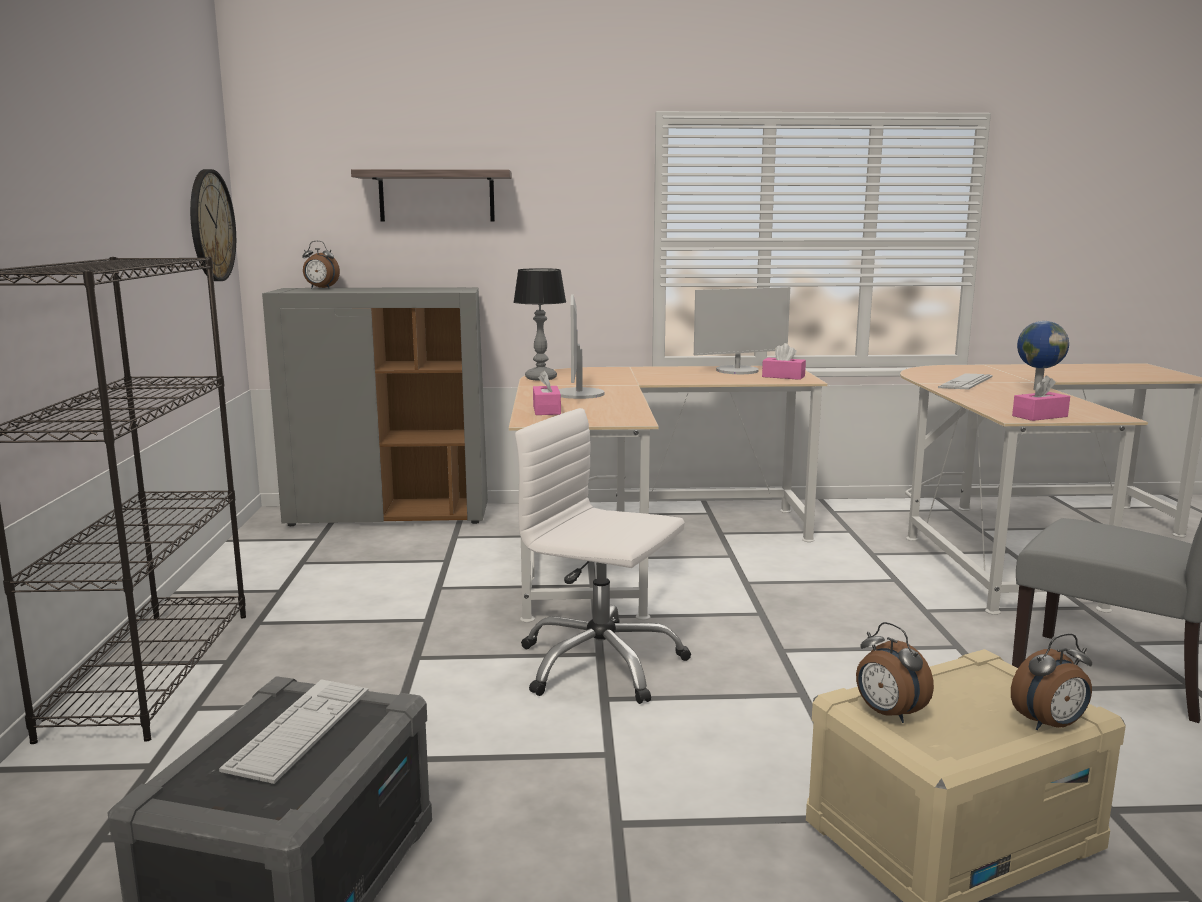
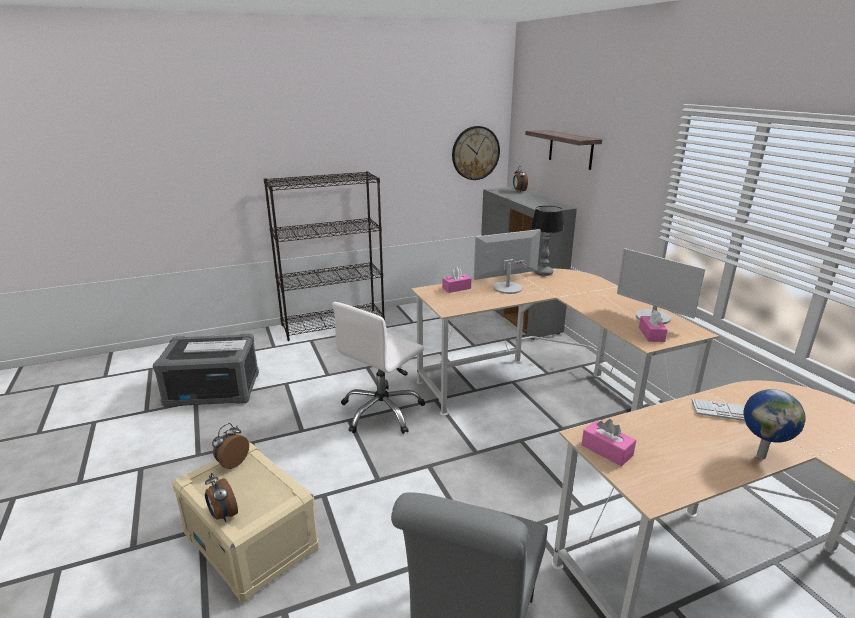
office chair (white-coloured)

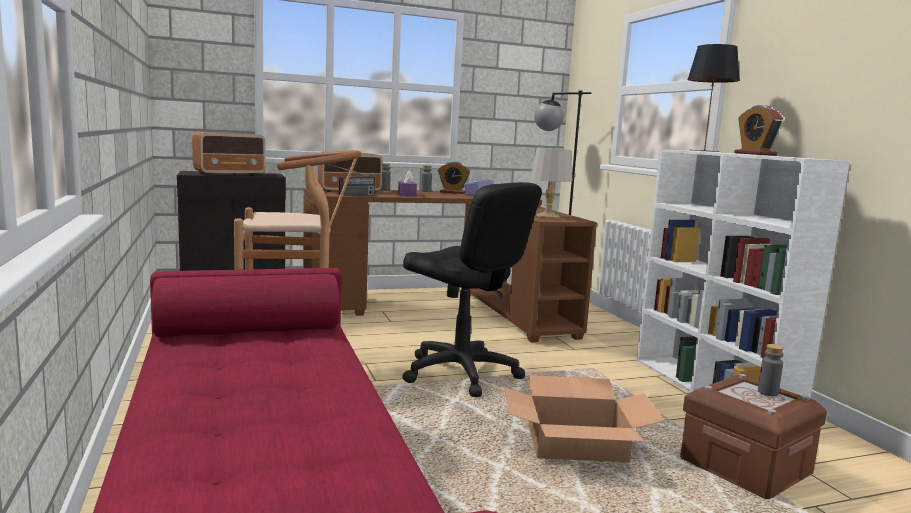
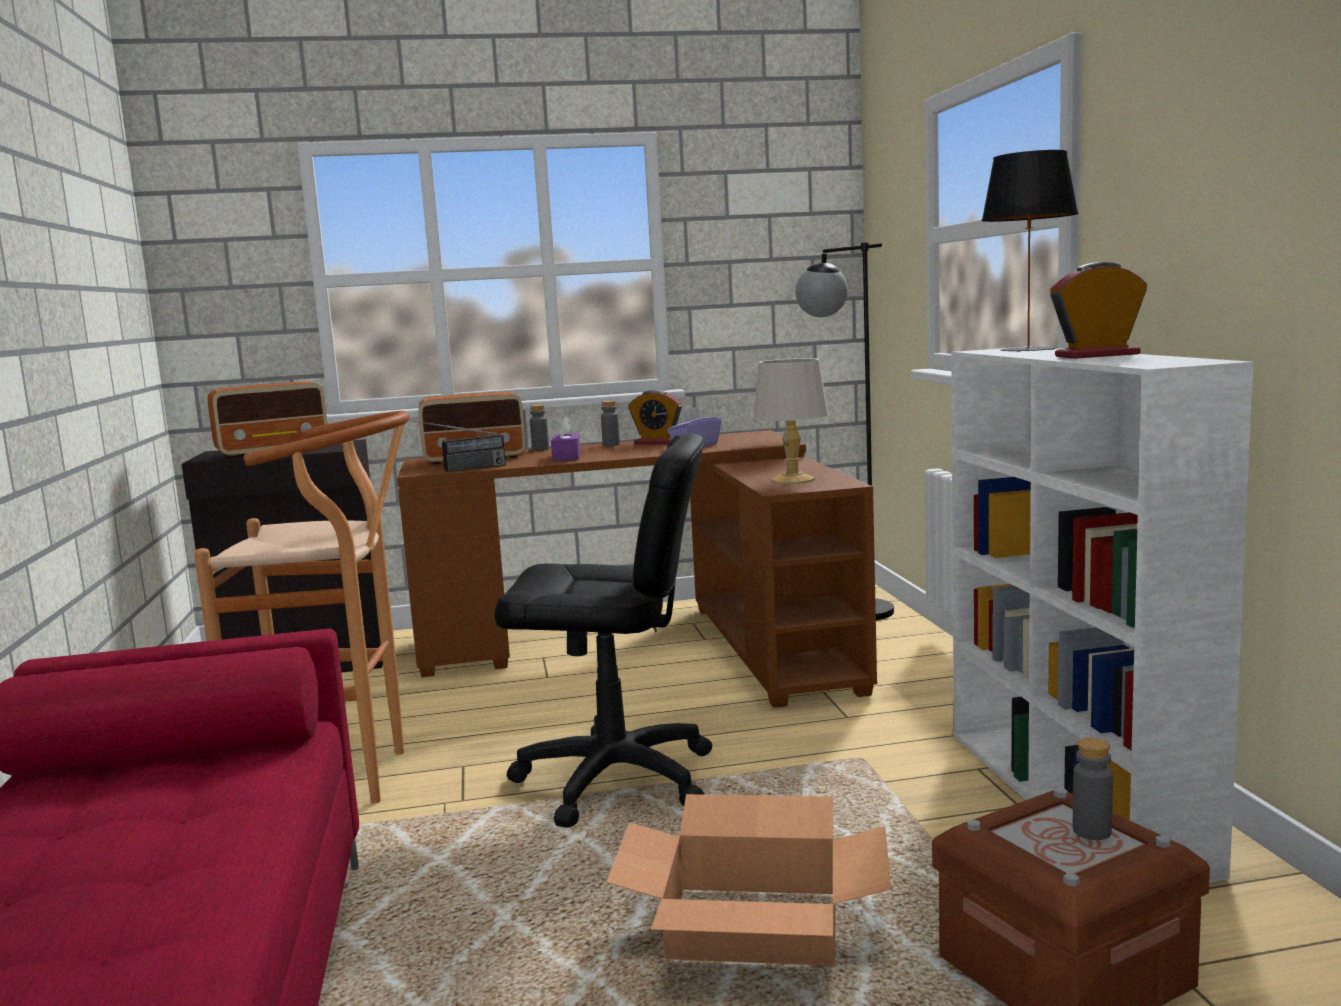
office chair (black)
alarm clock (no. 2 from left)

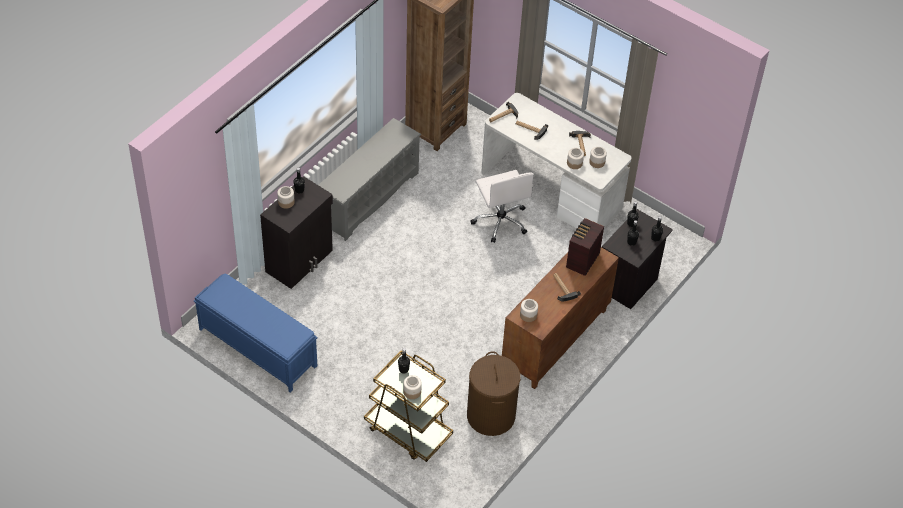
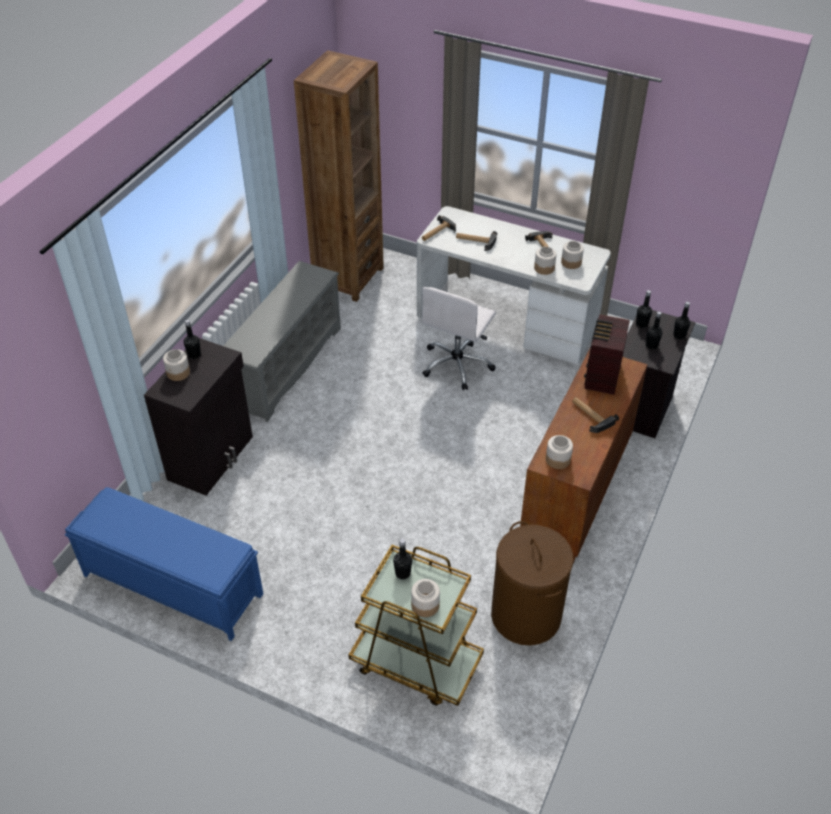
office chair (white-coloured)

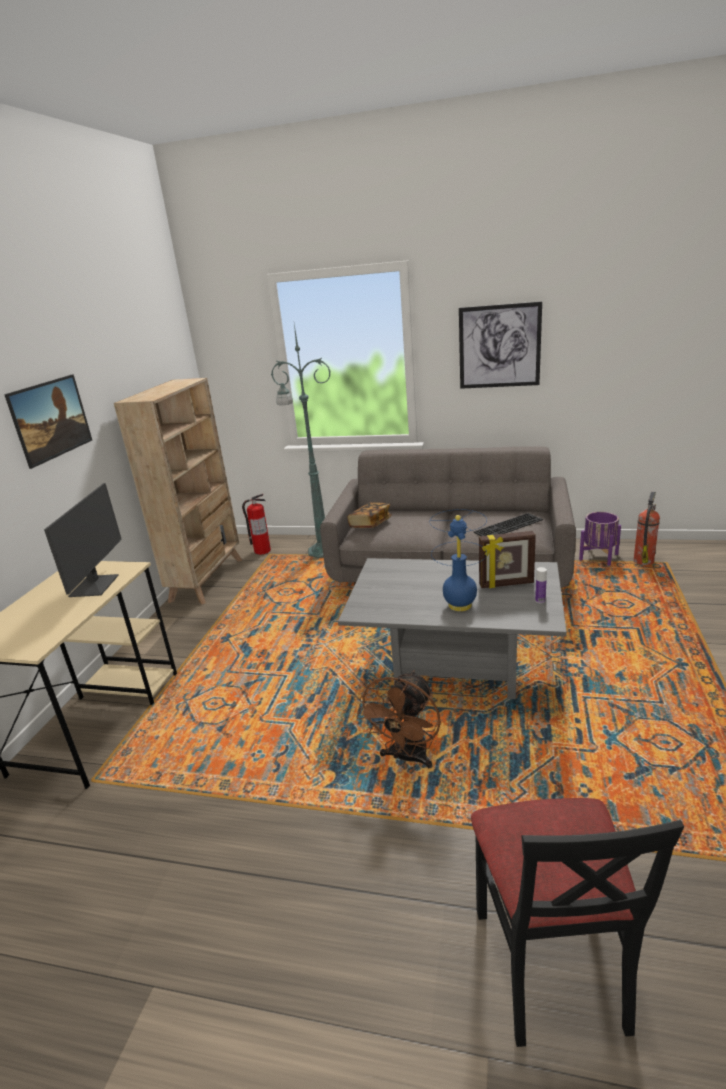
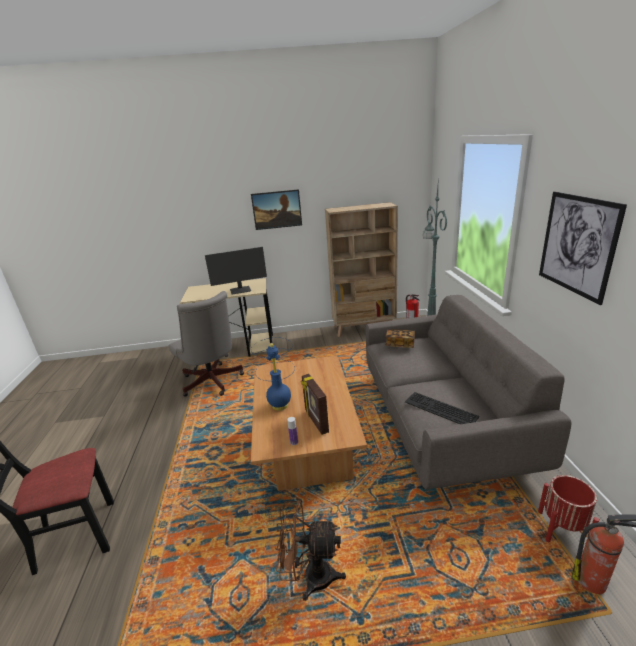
office chair (greyish)
coffee table (brown)
electric fan (brown)
planter (red)

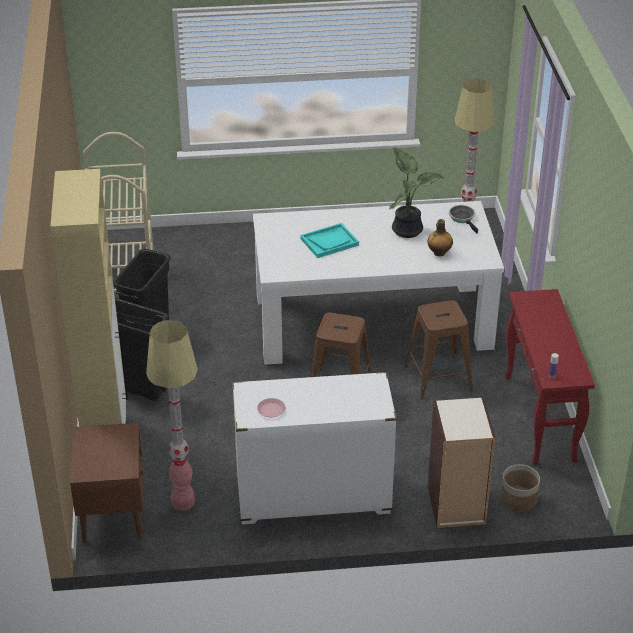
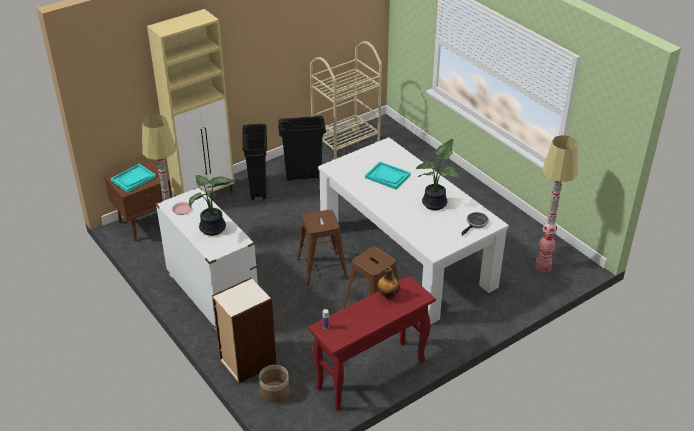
carrying tray (blue-green) (no. 1 from left)
plant in a pot (no. 1 from left)
bottle (no. 2 from left)

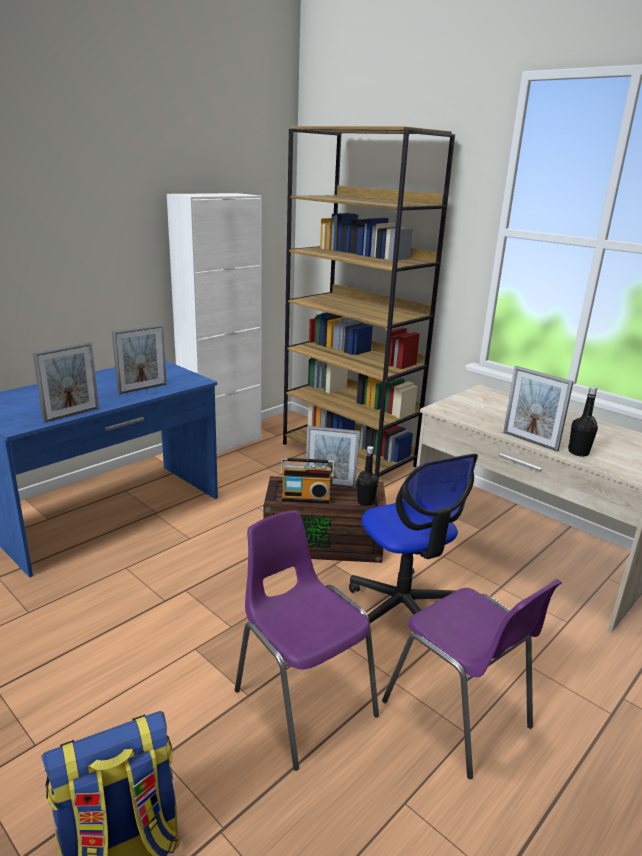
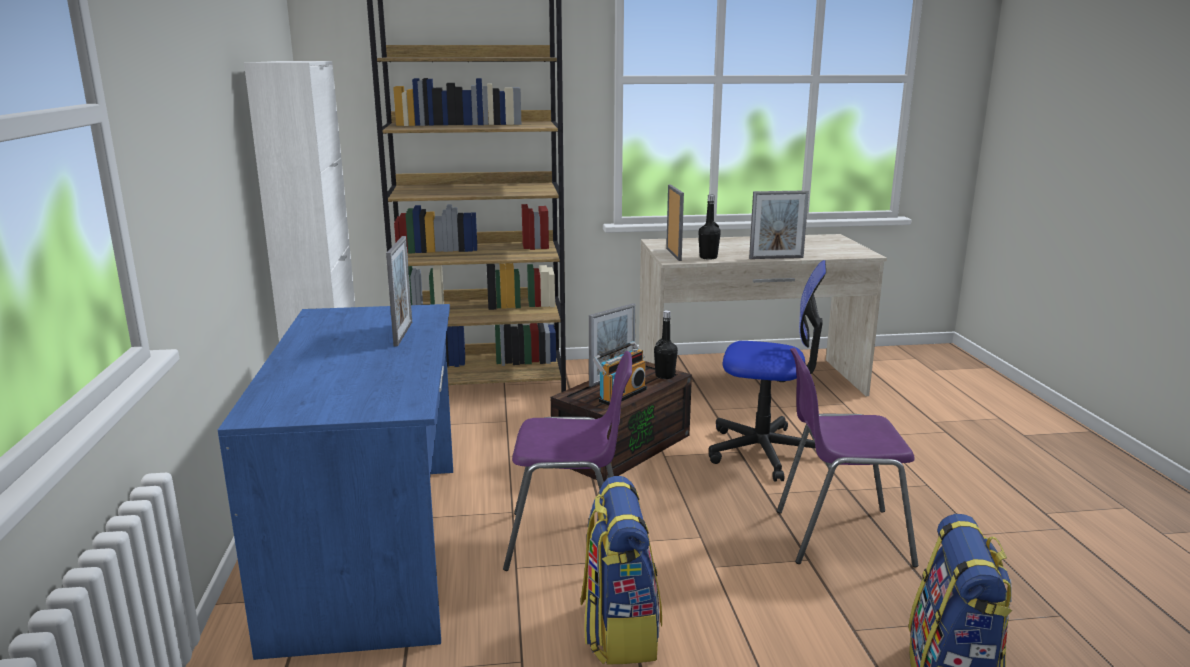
chair (purple) (no. 1 from left)
rucksack (no. 1 from left)
standing frame (no. 3 from left)
bottle (black) (no. 2 from left)

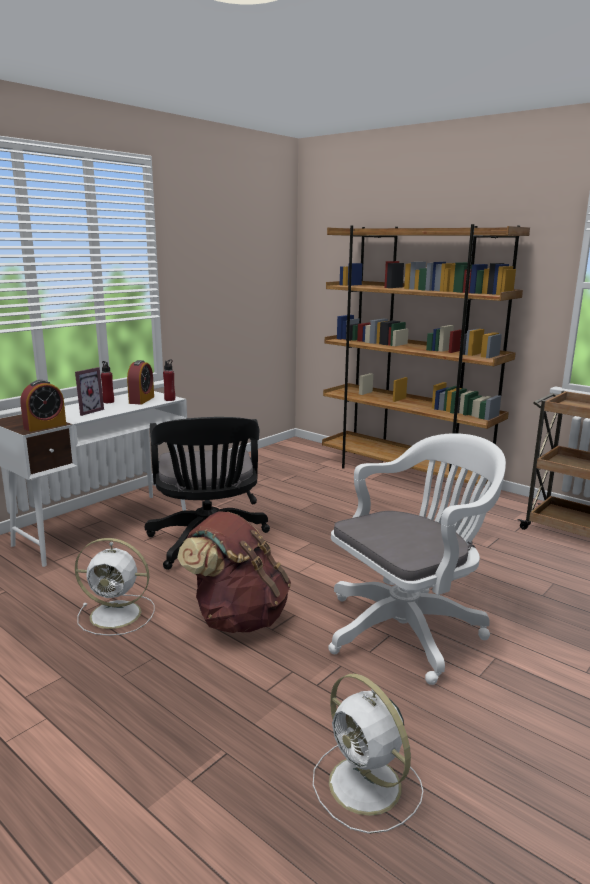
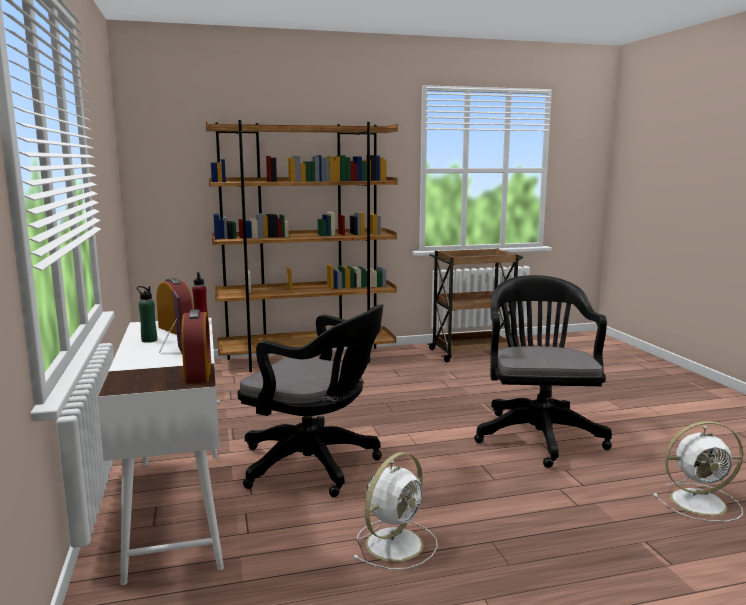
bottle (green-coloured)
office chair (black) (no. 2 from left)
rucksack (brown)

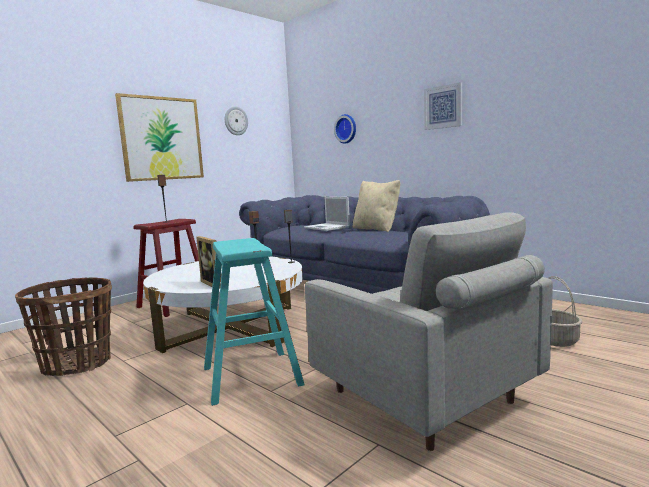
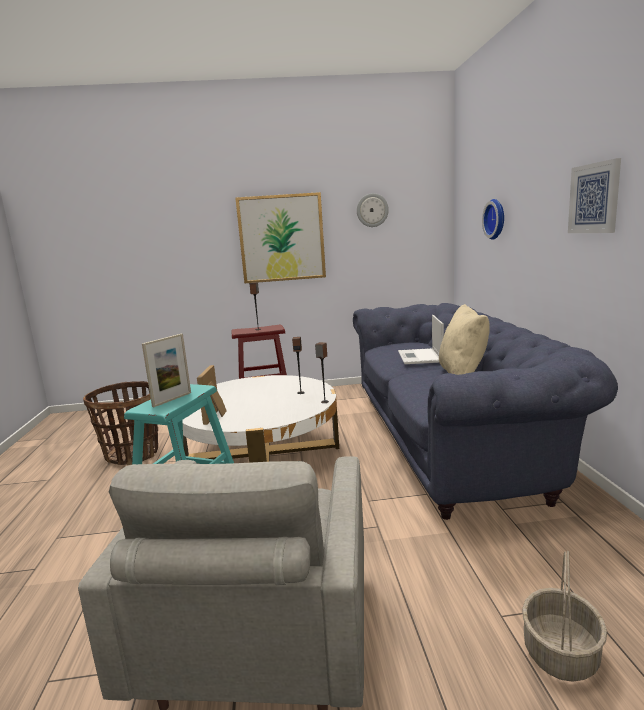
standing frame (no. 1 from left)

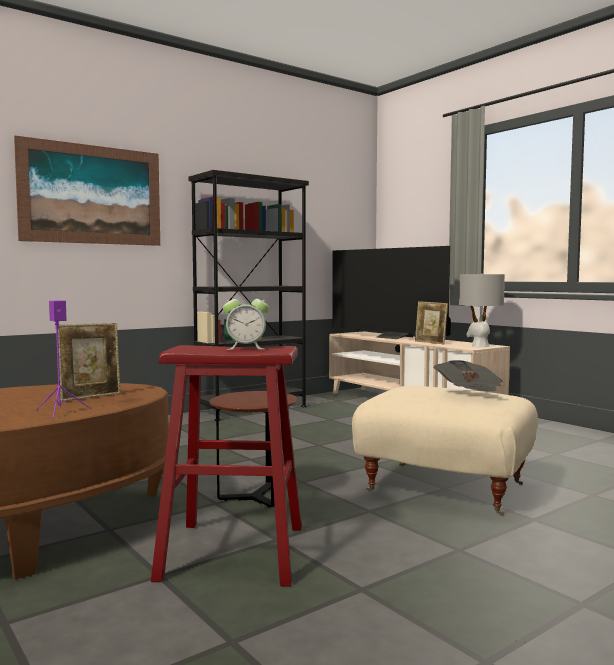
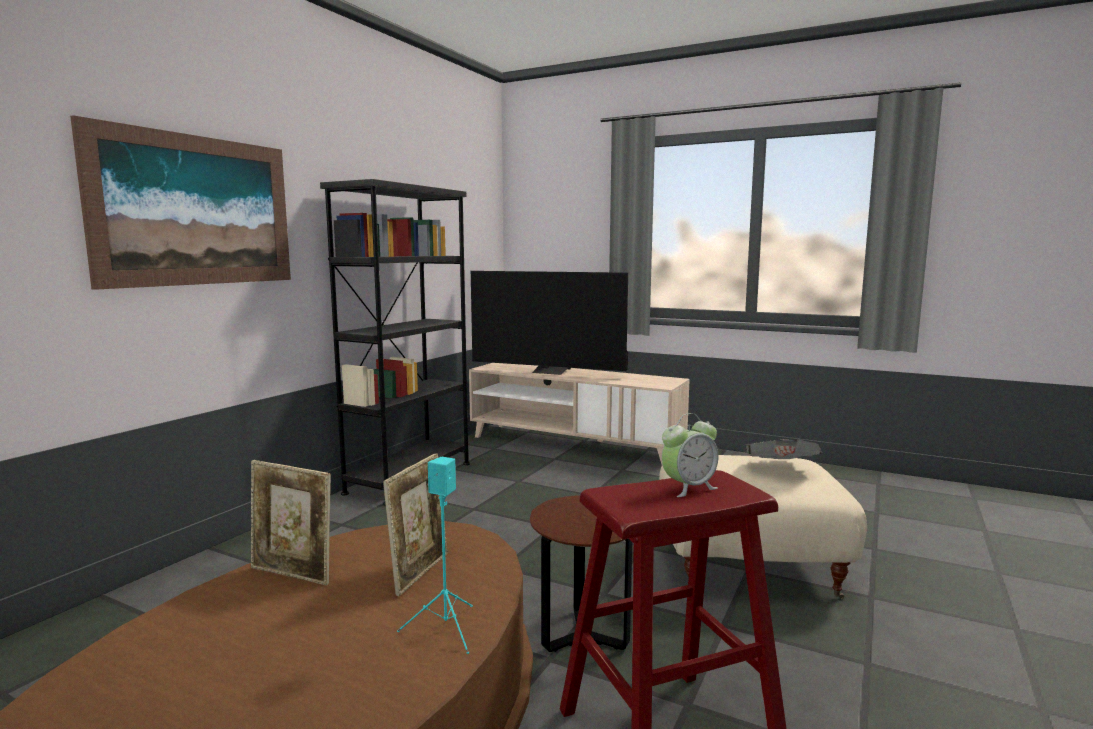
standing frame (no. 1 from left)
audio speaker (blue-green)
lamp for a table (greyish)

